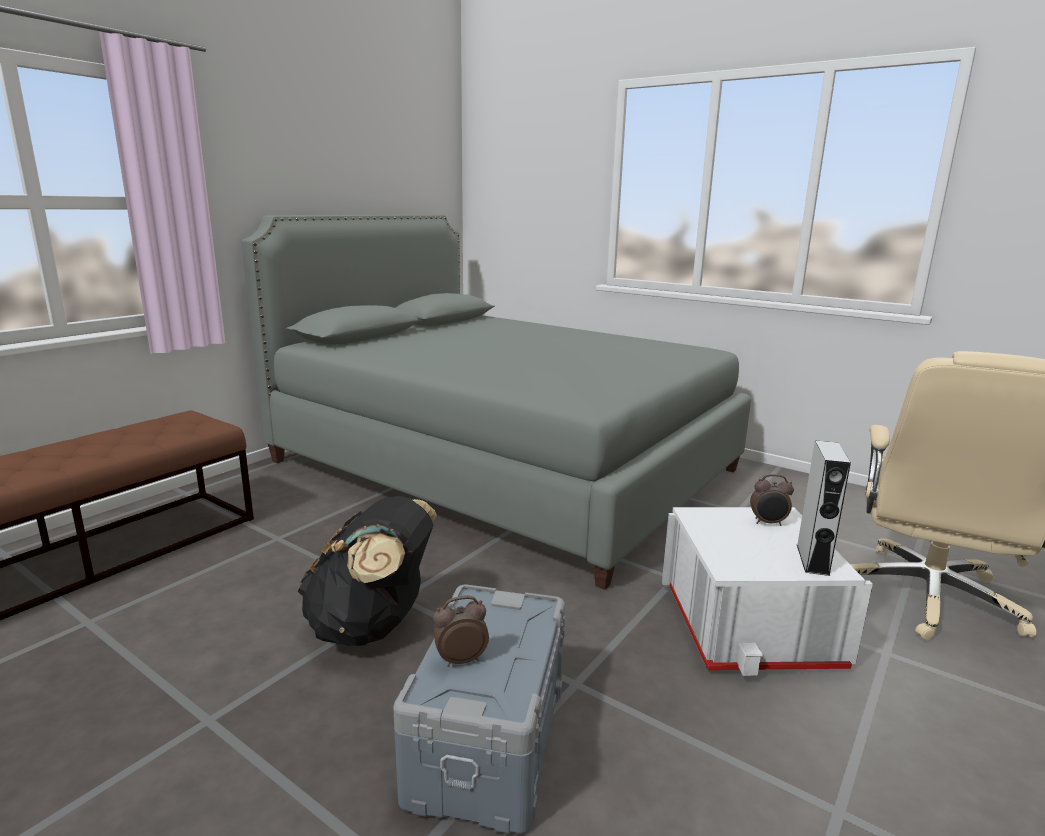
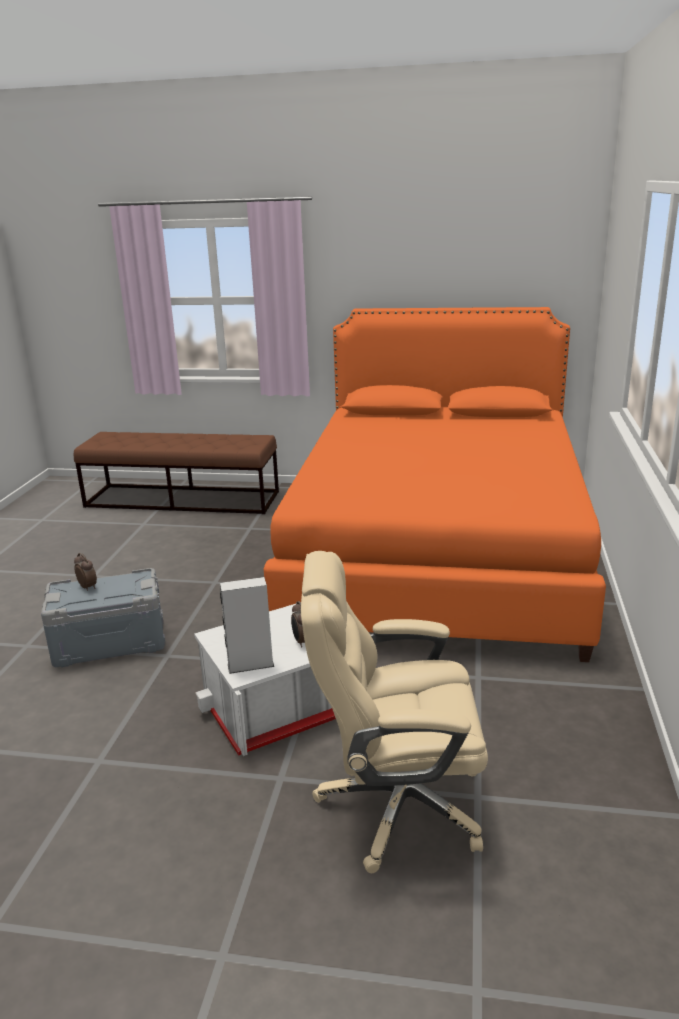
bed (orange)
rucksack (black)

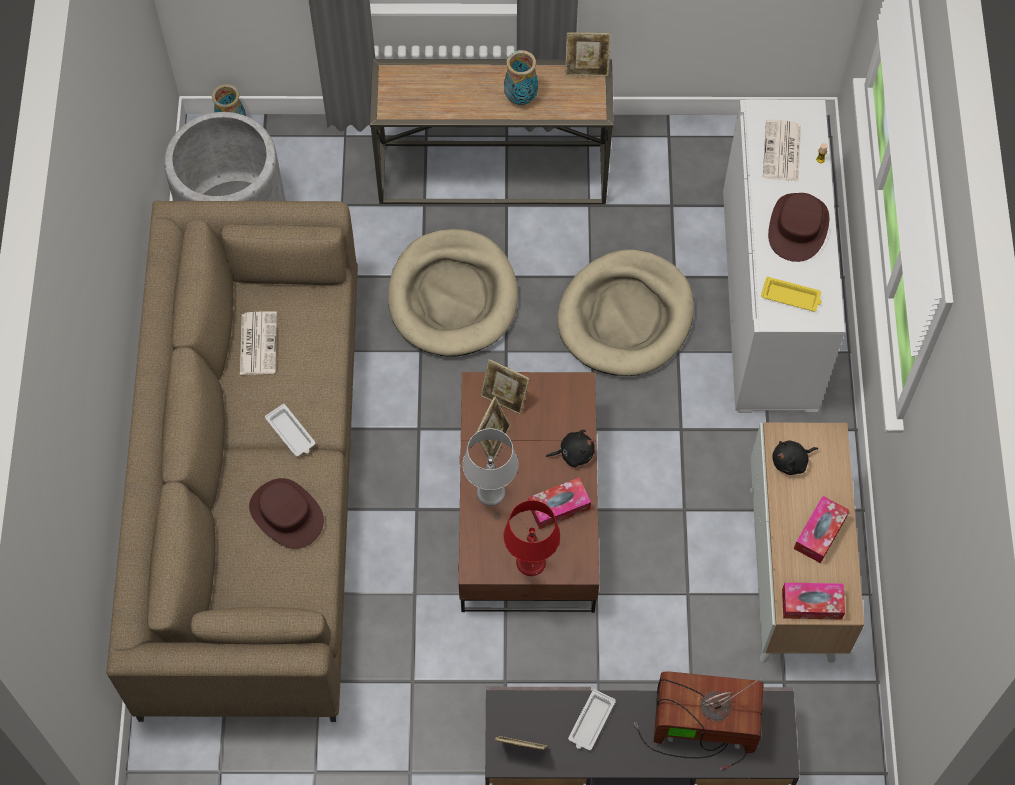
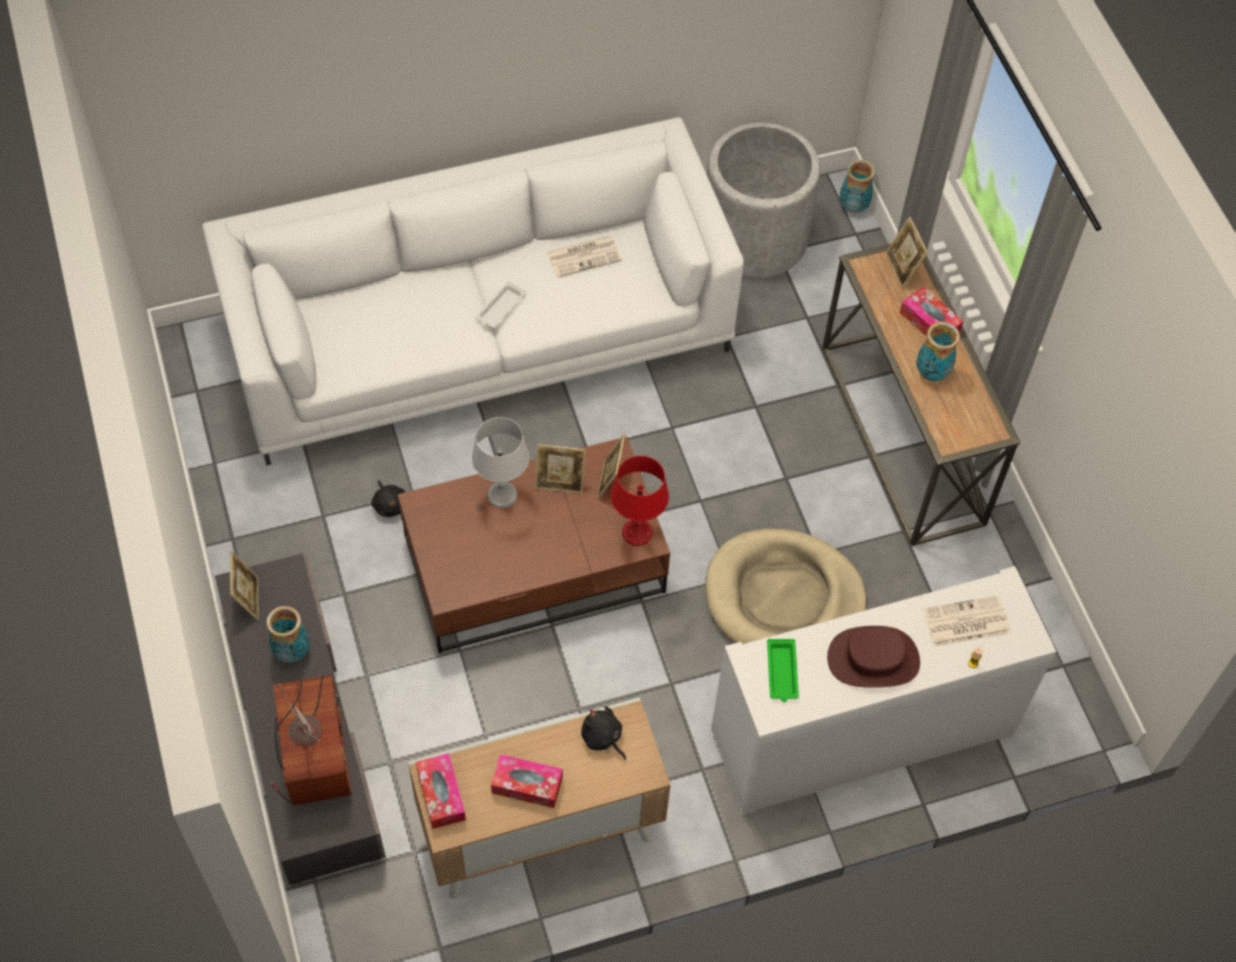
settee (white-coloured)
decorative vase (no. 1 from left)
plush toy (black) (no. 1 from left)
lamp for a table (red)
carrying tray (green-coloured)
standing frame (no. 4 from left)
tissue holder (no. 3 from left)
wearable hat (brown) (no. 1 from left in the first image)
dog cushion (beige-coloured) (no. 1 from left in the first image)

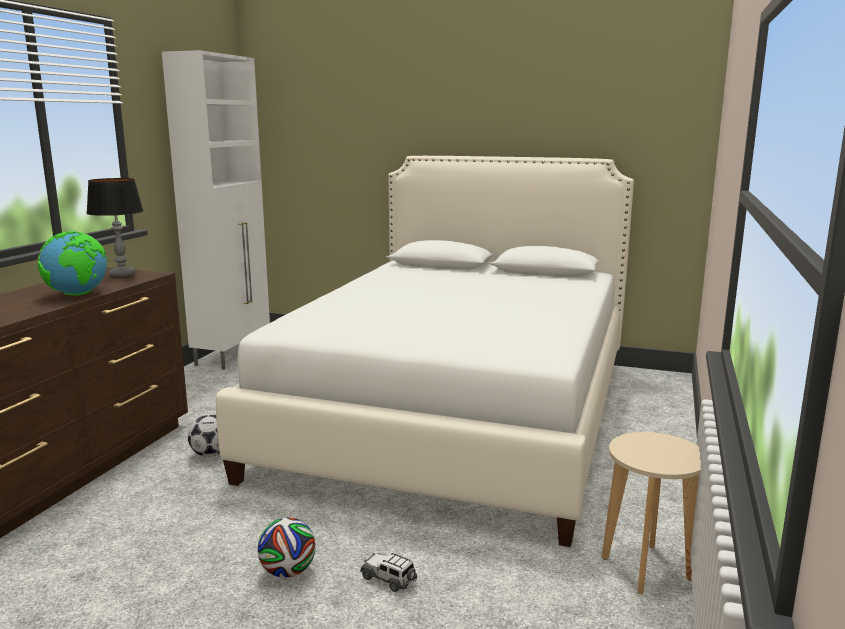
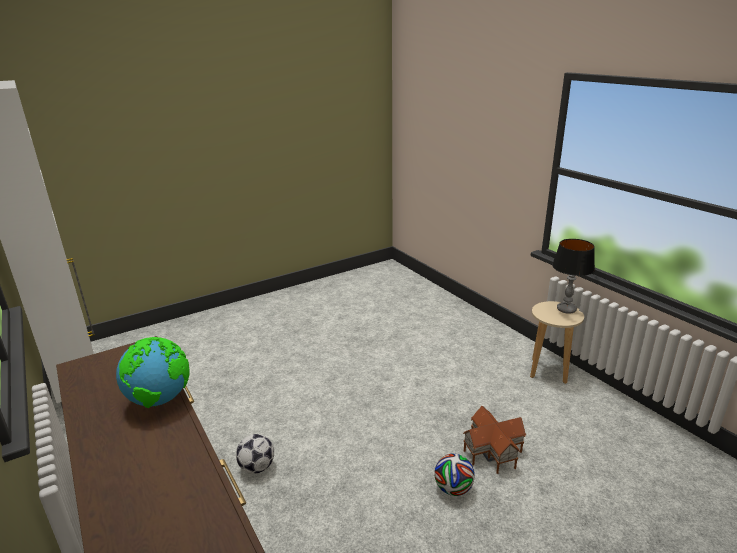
toy house
lamp for a table
bed (white-coloured)

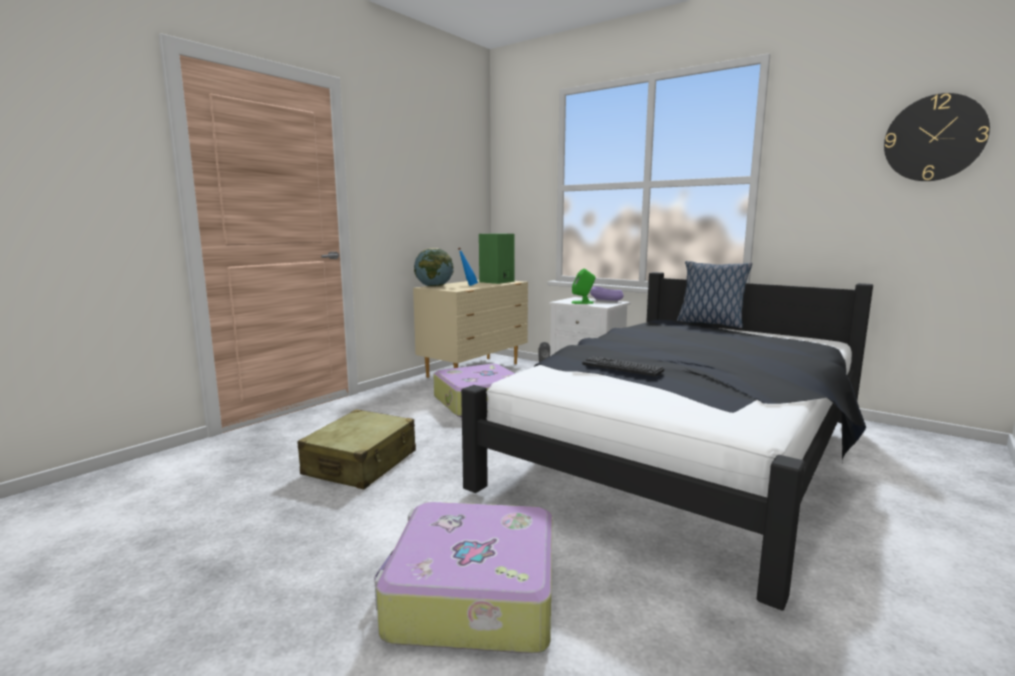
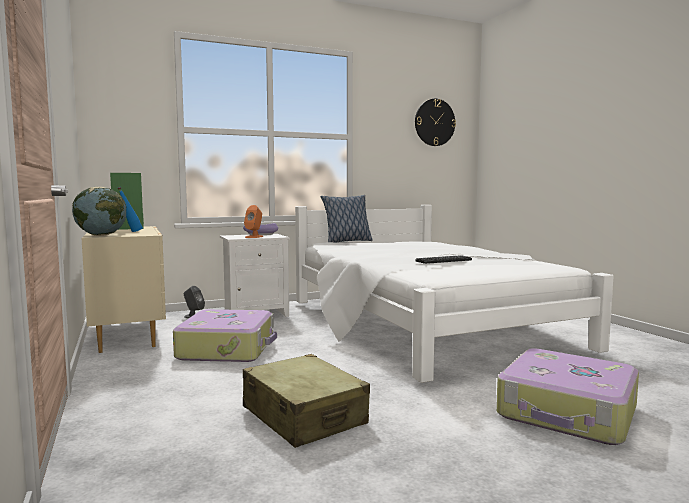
audio speaker (orange)
bed (white-coloured)

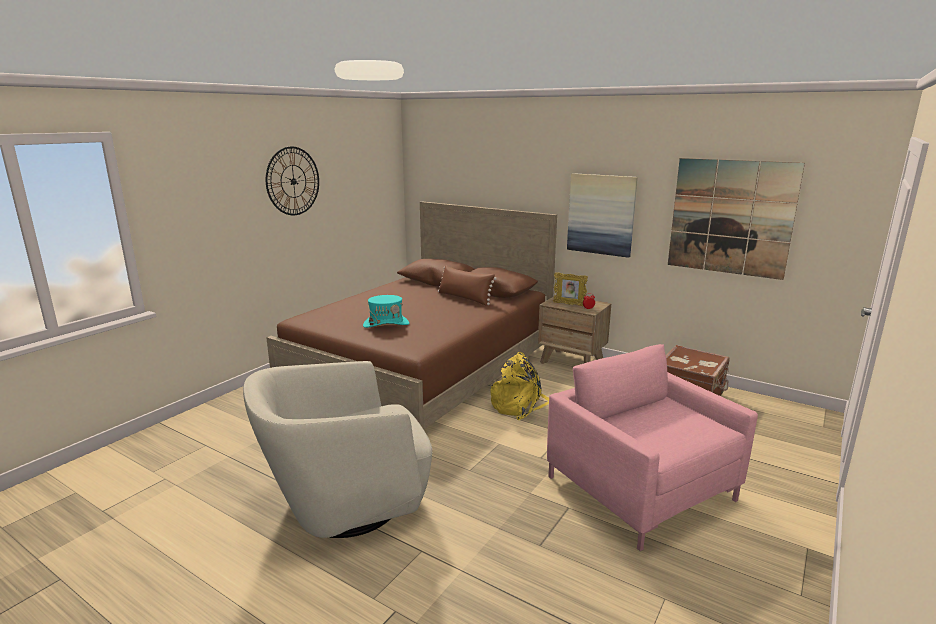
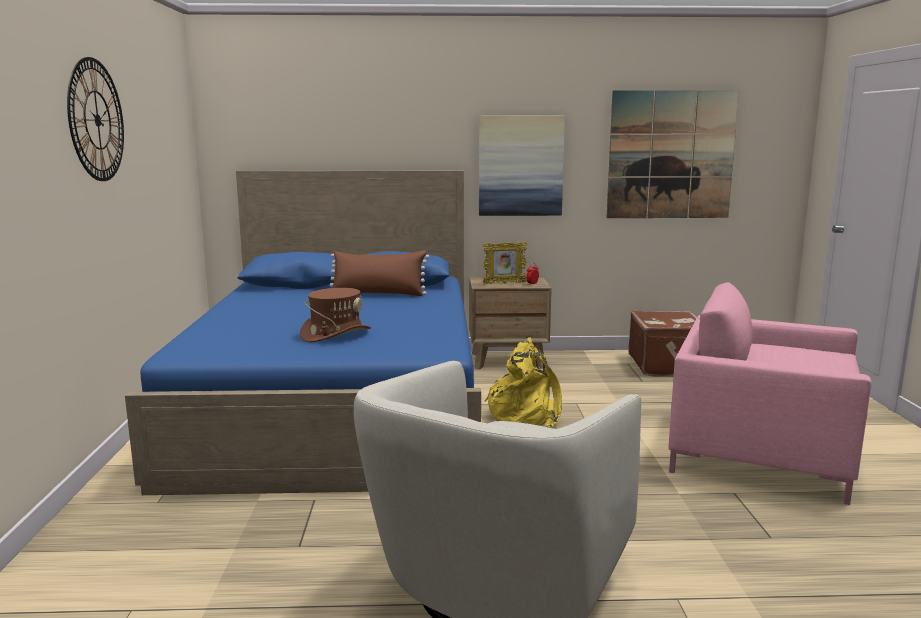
bed (blue-coloured)
wearable hat (brown)

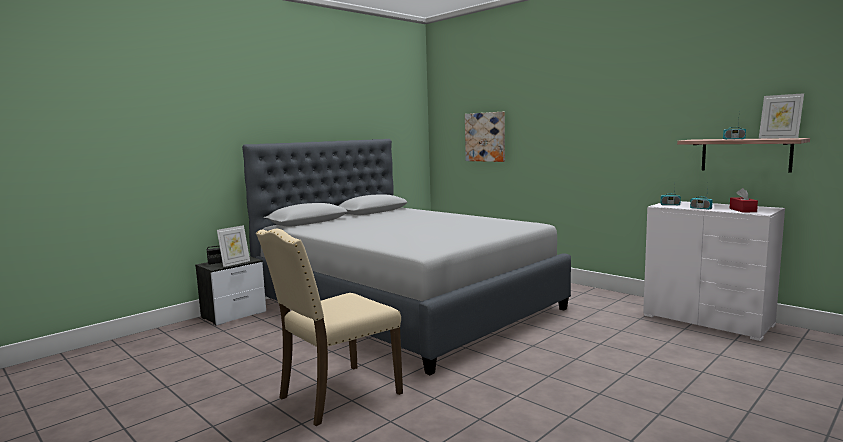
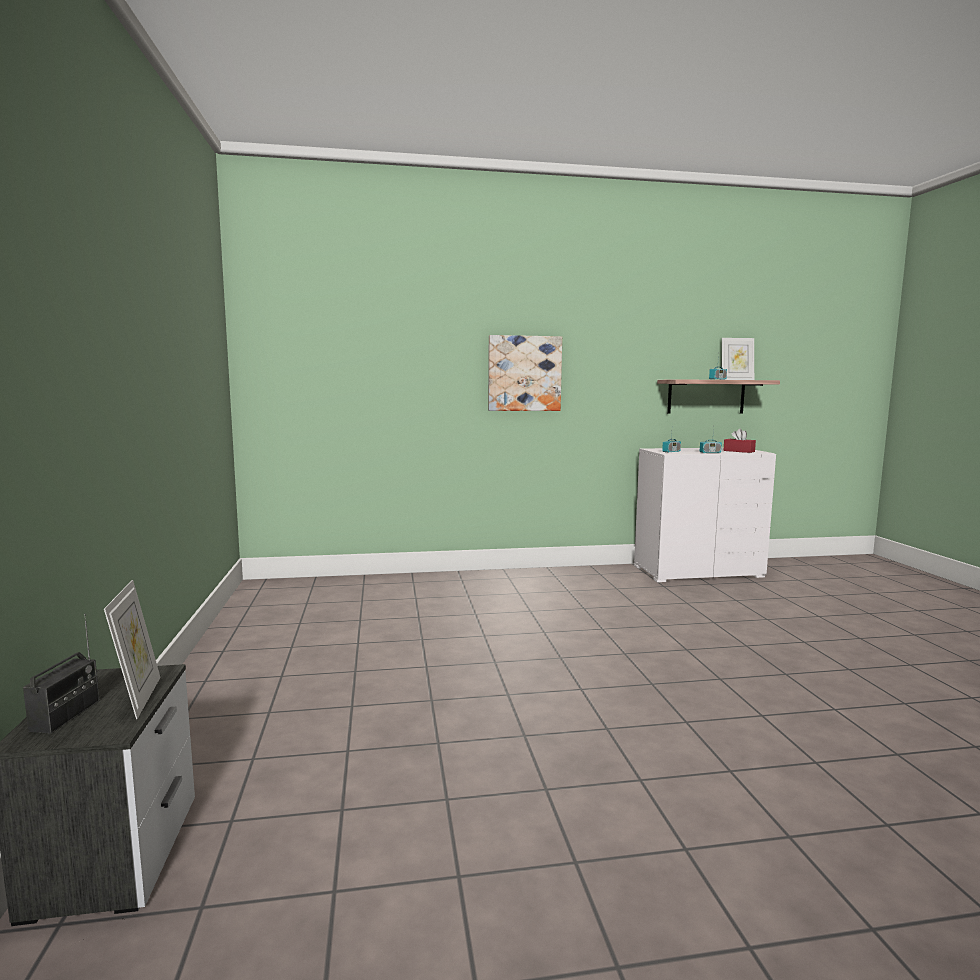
wall picture
bed (greyish)
chair (beige-coloured)

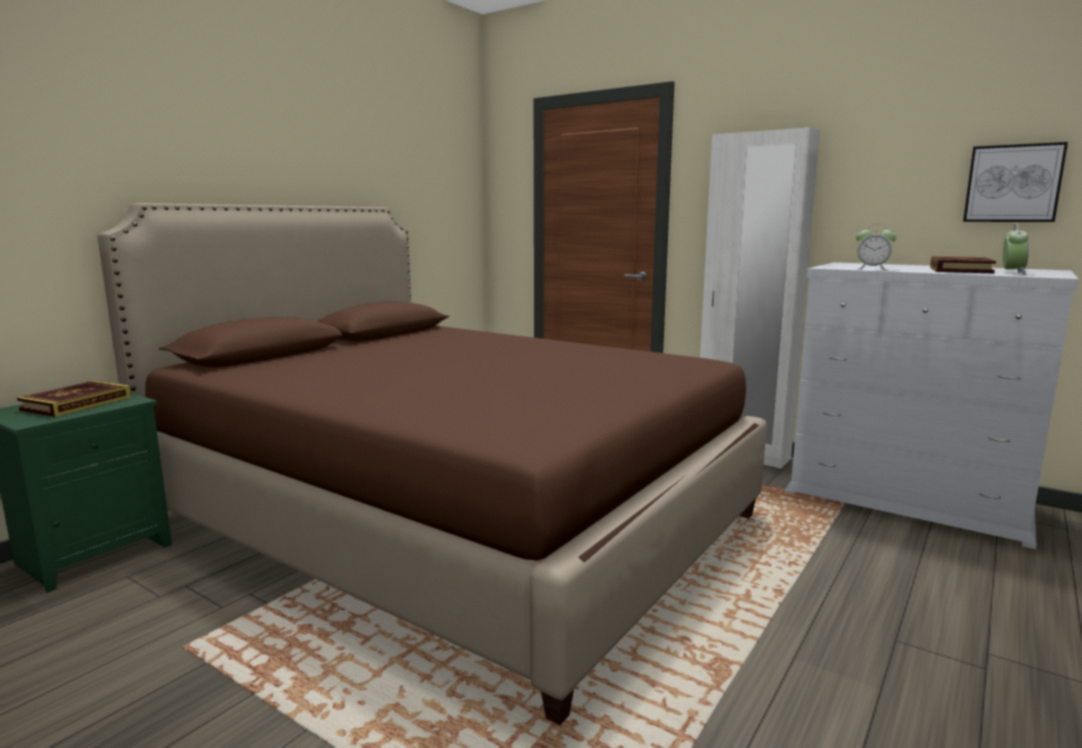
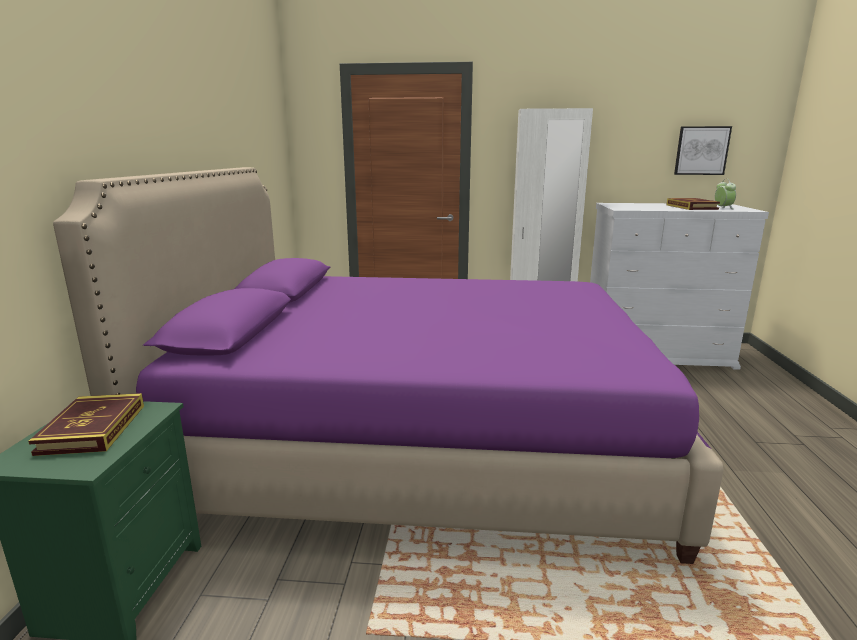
bed (purple)
alarm clock (no. 1 from left in the first image)

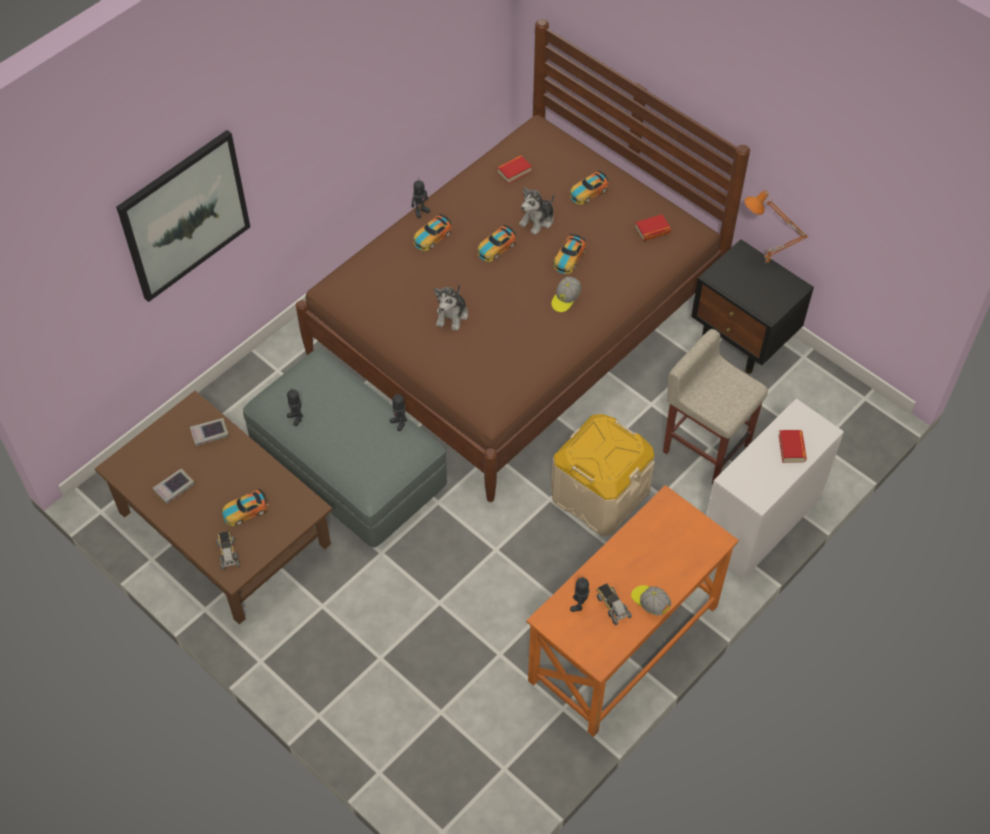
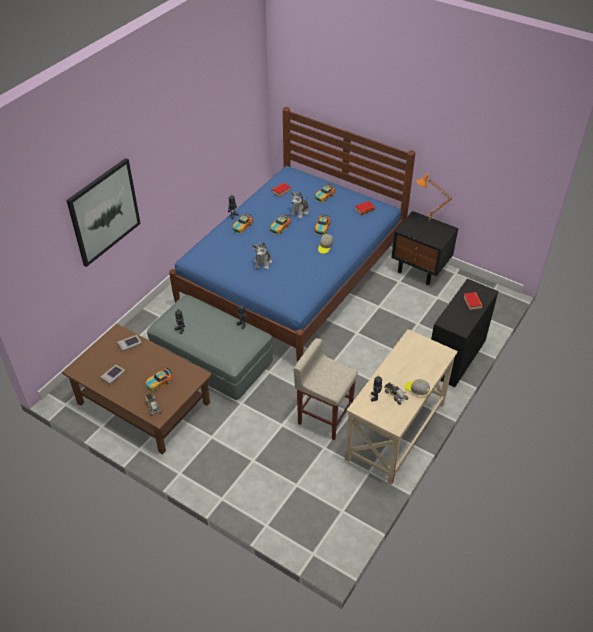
bed (blue-coloured)
stool (beige-coloured)
desk (beige-coloured)
chest of drawers (black)
storage box (beige-coloured)

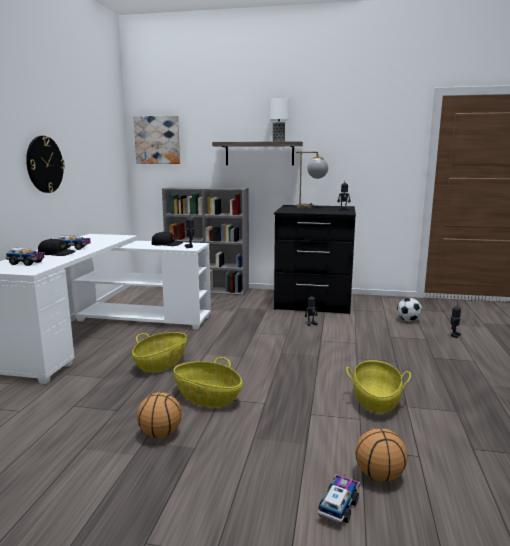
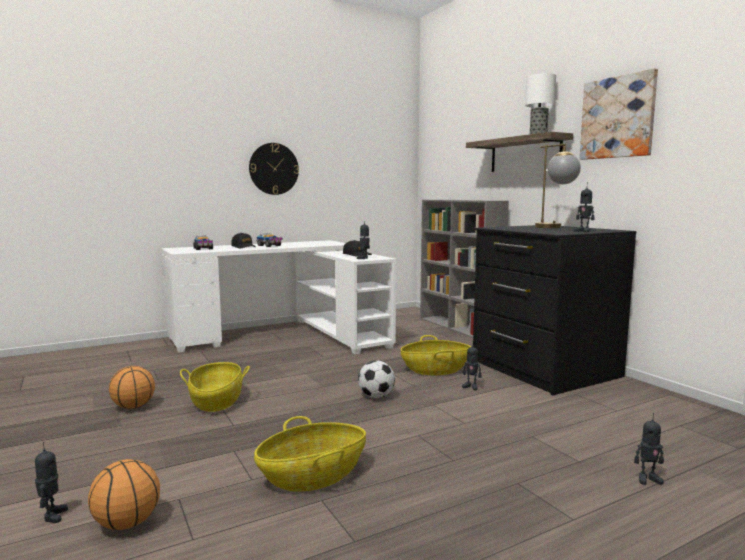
toy robot (no. 1 from left)
football ball
storage basket (no. 3 from left)
wall picture

